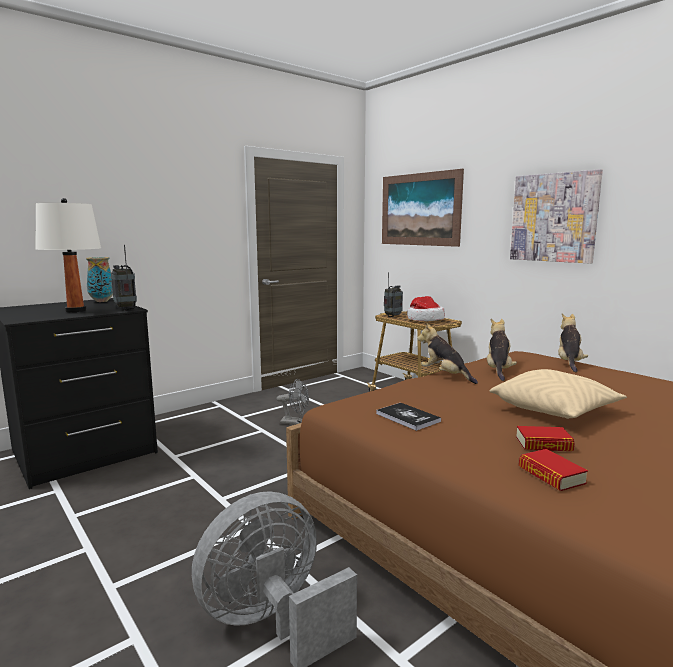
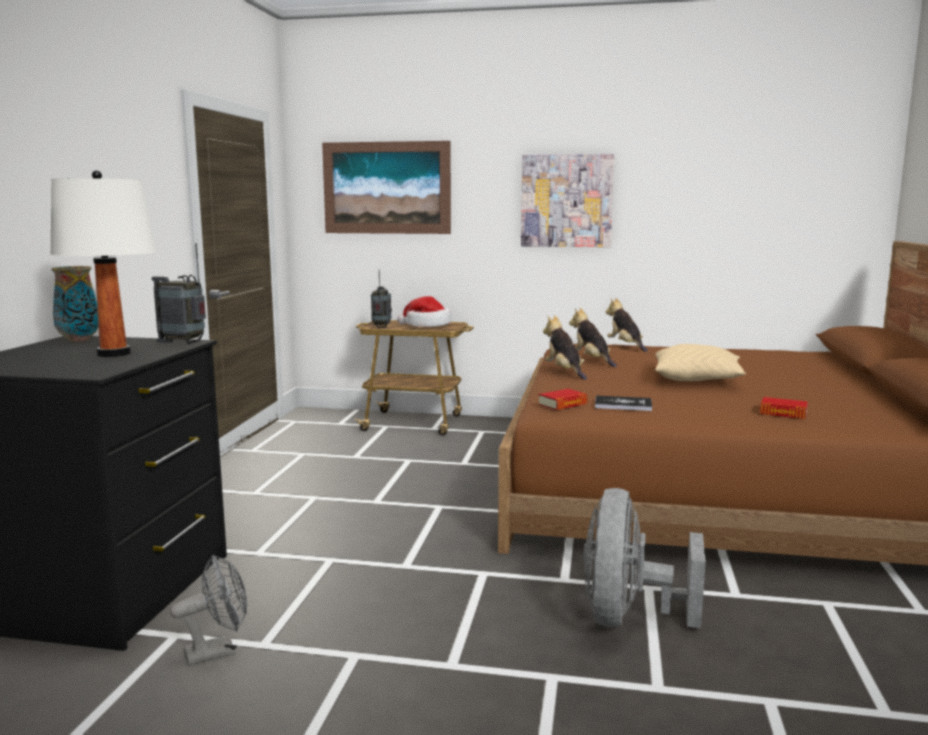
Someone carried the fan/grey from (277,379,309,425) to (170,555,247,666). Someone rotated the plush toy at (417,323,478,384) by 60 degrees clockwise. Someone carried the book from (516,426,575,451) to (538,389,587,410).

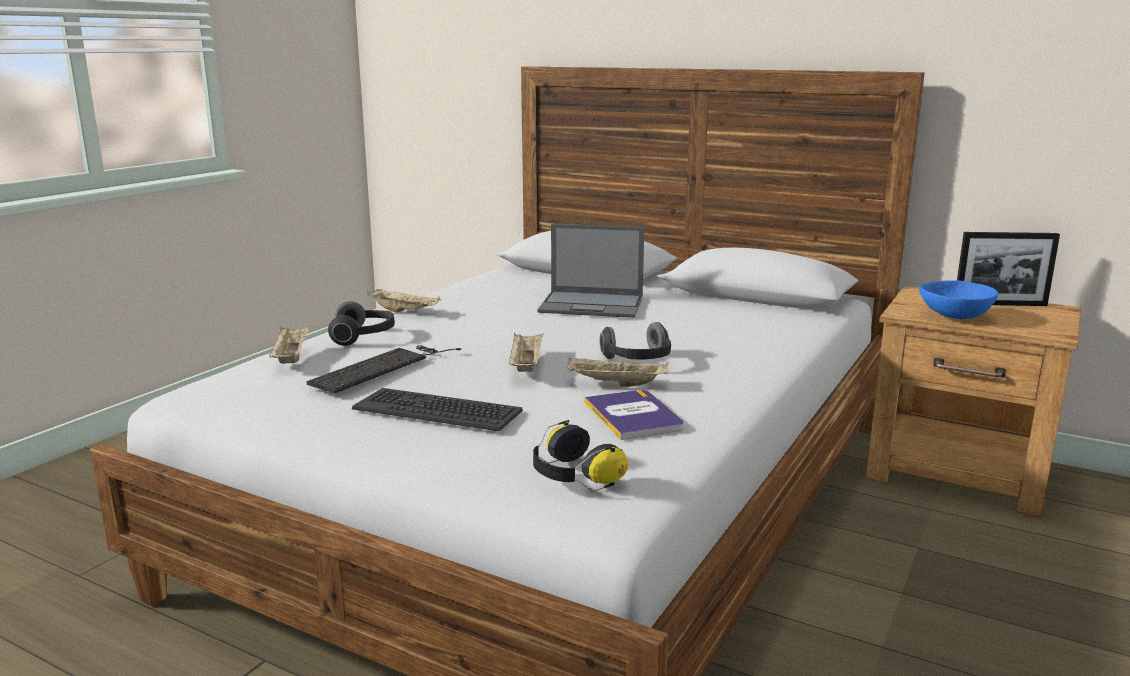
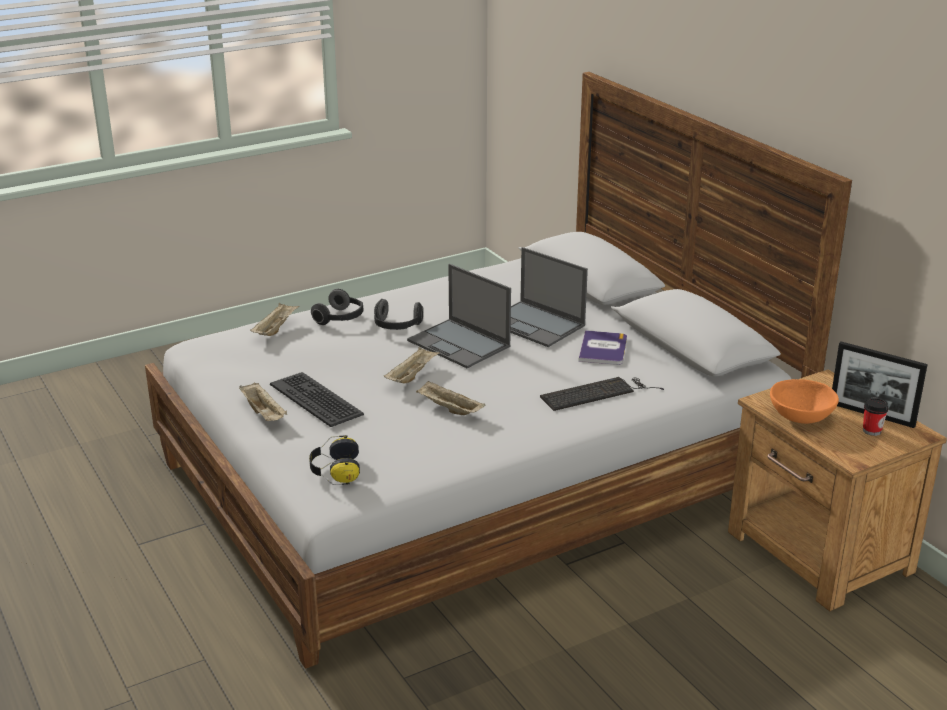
Someone carried the keyboard from (307,345,461,394) to (540,377,664,411). Someone carried the tray/beige from (366,289,441,312) to (239,383,287,421). Someone carried the book from (584,390,684,440) to (579,330,627,365). Someone carried the headphones from (599,322,671,360) to (374,299,424,330). Someone repainted the bowl/blue at (919,280,999,319), which became the bowl/orange at (770,379,839,424). Someone put down the laptop at (407,264,511,368). Someone put down the cup at (863,398,889,436).

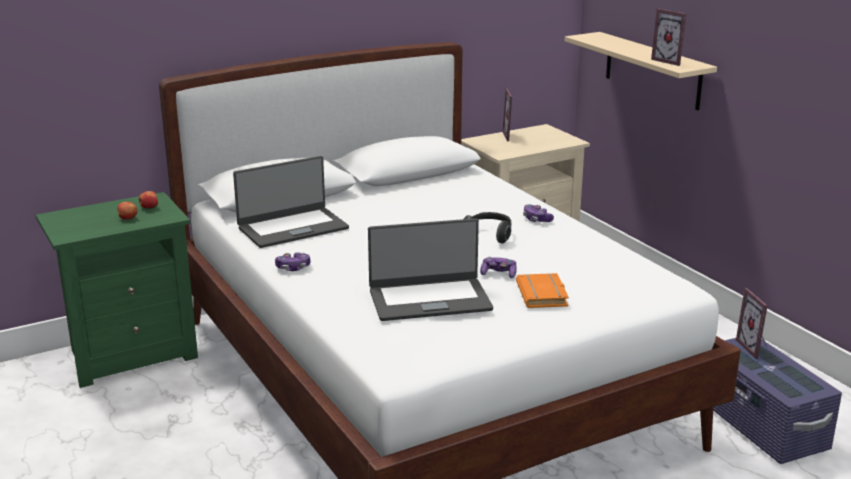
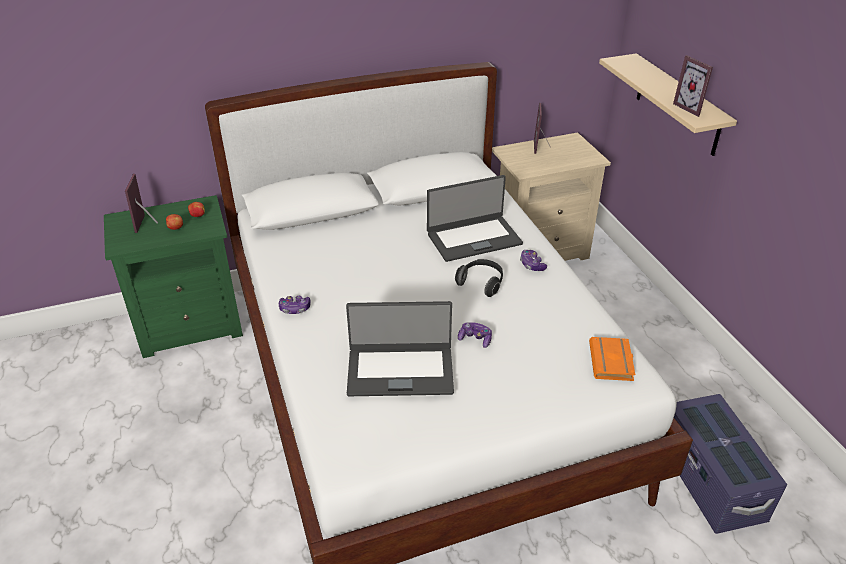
Someone carried the laptop from (233,156,349,248) to (427,175,523,262). Someone carried the book/orange from (516,273,569,308) to (589,337,635,381). Someone carried the picture frame from (736,288,768,359) to (125,174,158,233).

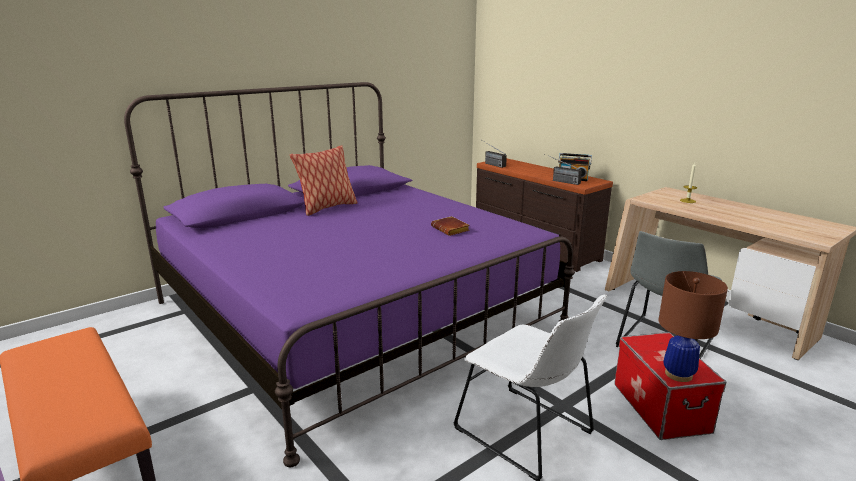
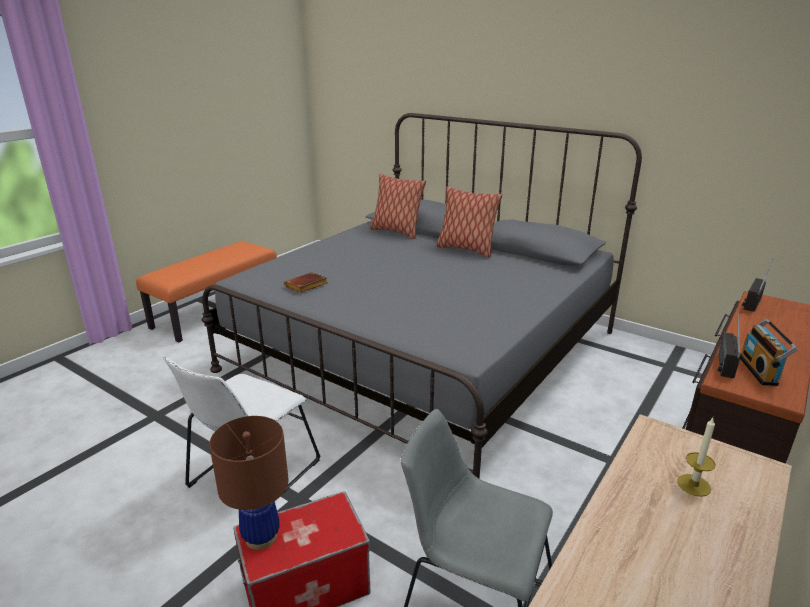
Someone repainted the bed/purple at (124,82,575,467), which became the bed/grey at (202,113,642,479). Someone carried the book/brown from (431,216,470,236) to (284,272,328,293). Someone put down the pillow at (370,174,426,239).

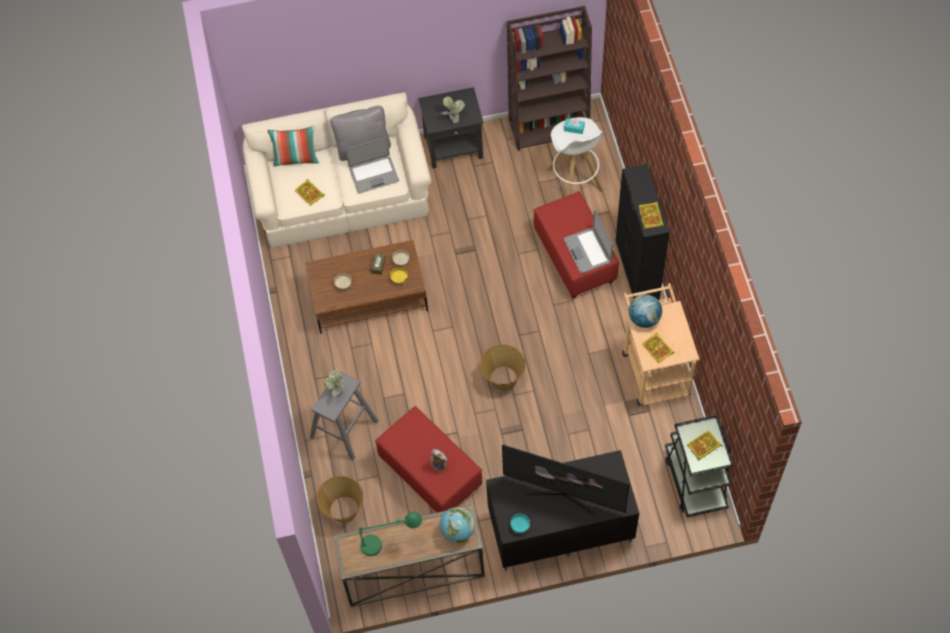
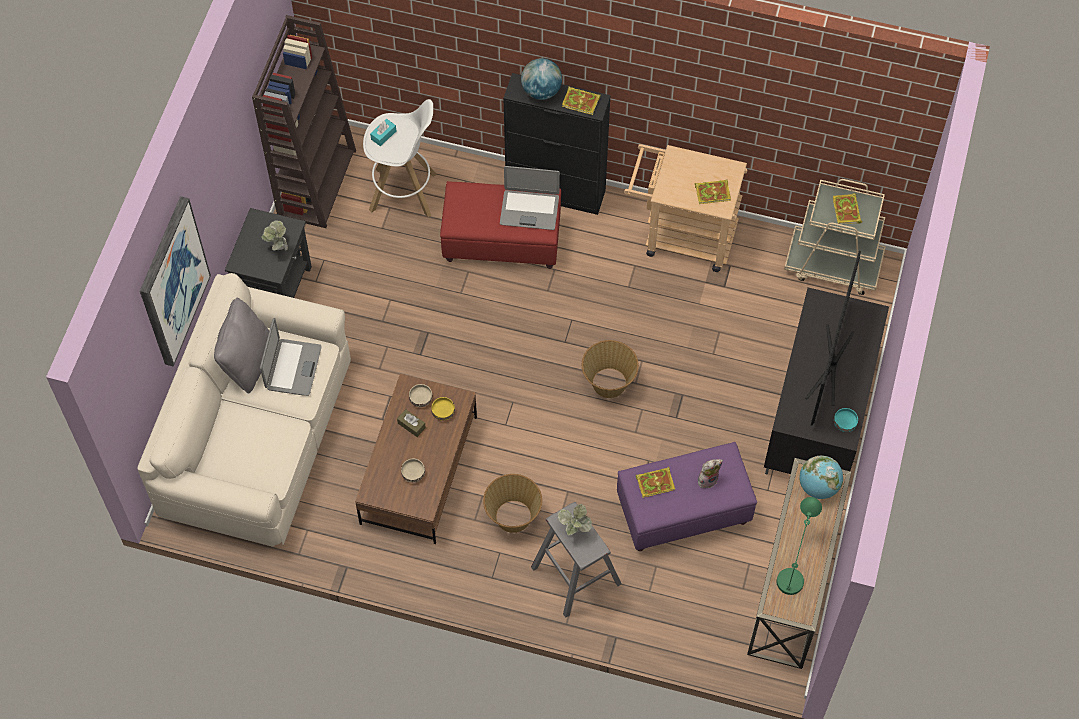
Someone took away the pillow at (267,126,319,167). Someone carried the book from (295,179,325,206) to (636,467,675,498). Someone carried the basket from (316,476,364,523) to (483,474,542,533). Someone repainted the ottoman/red at (375,406,482,512), which became the ottoman/purple at (617,442,757,551). Someone rotated the television at (502,445,630,517) by 150 degrees clockwise. Someone carried the globe from (629,294,662,328) to (521,58,562,100). Someone repainted the cart/black at (665,415,734,517), which became the cart/beige at (784,179,886,295). Someone put up the picture at (140,196,211,367).

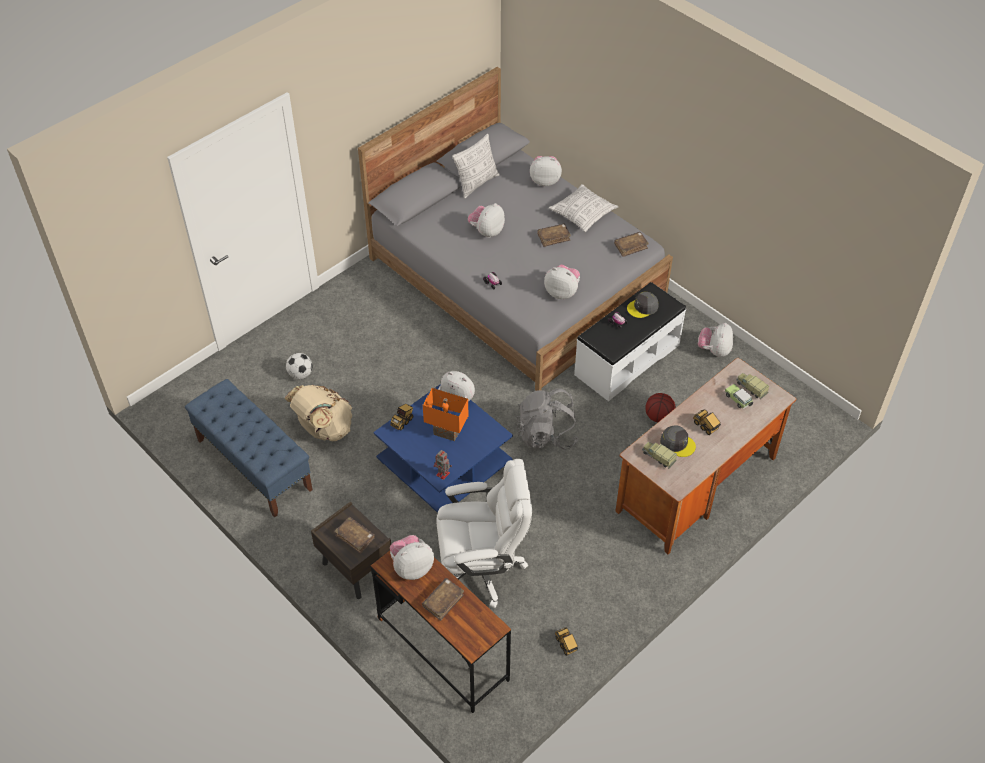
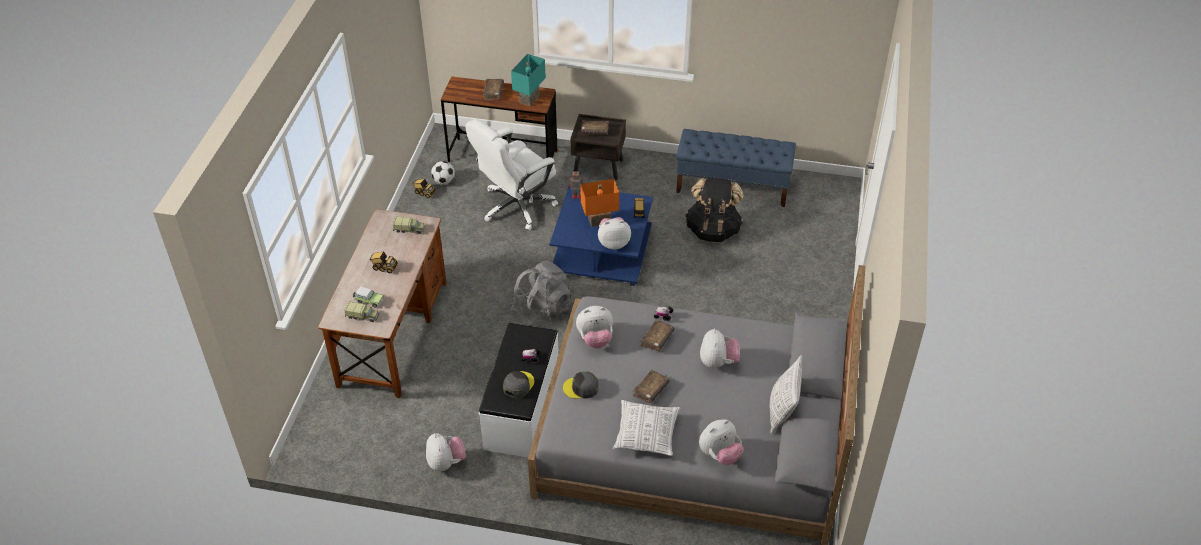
Someone repainted the backpack/beige at (284,385,352,441), which became the backpack/black at (686,177,743,242). Someone carried the football from (286,353,313,379) to (431,161,455,185). Someone swapped the plush toy at (390,535,434,580) for the table lamp/turquoise at (511,54,546,106). Someone carried the book/brown from (614,232,649,257) to (641,320,675,351). Someone took away the basketball at (645,393,676,422). Someone carried the cap/grey from (660,425,696,457) to (563,371,599,399).

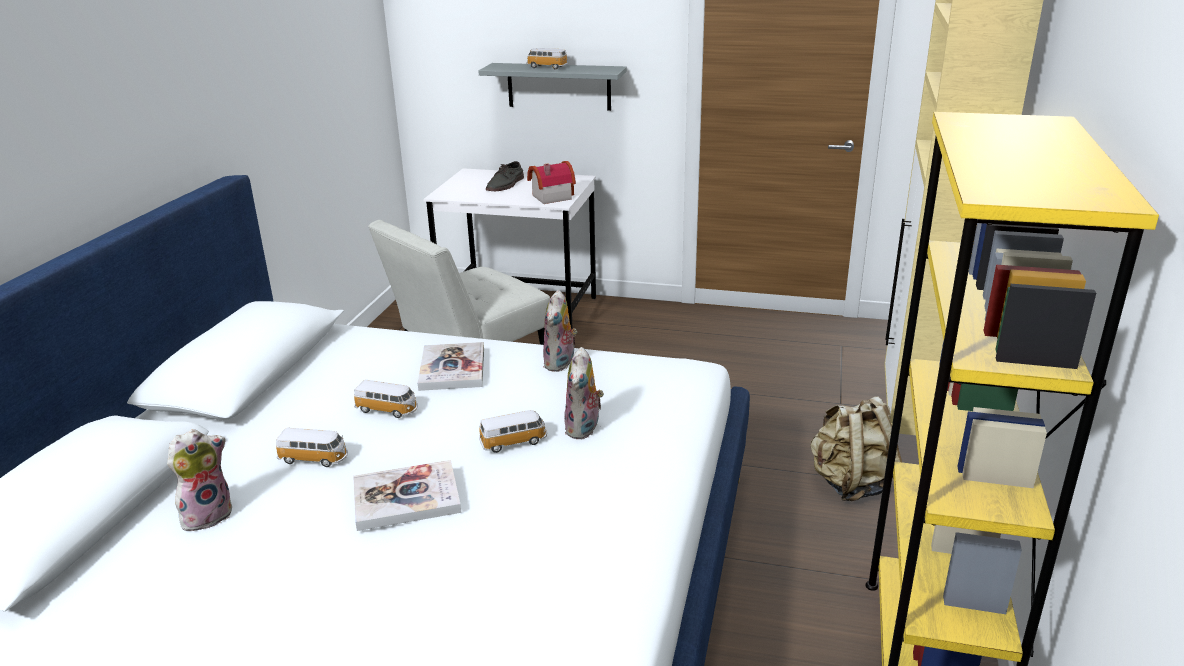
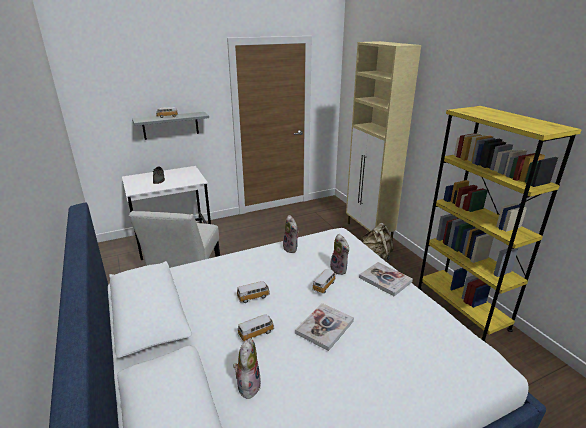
Someone carried the book from (418,342,484,391) to (359,262,413,296). Someone took away the toy house at (527,161,576,204).

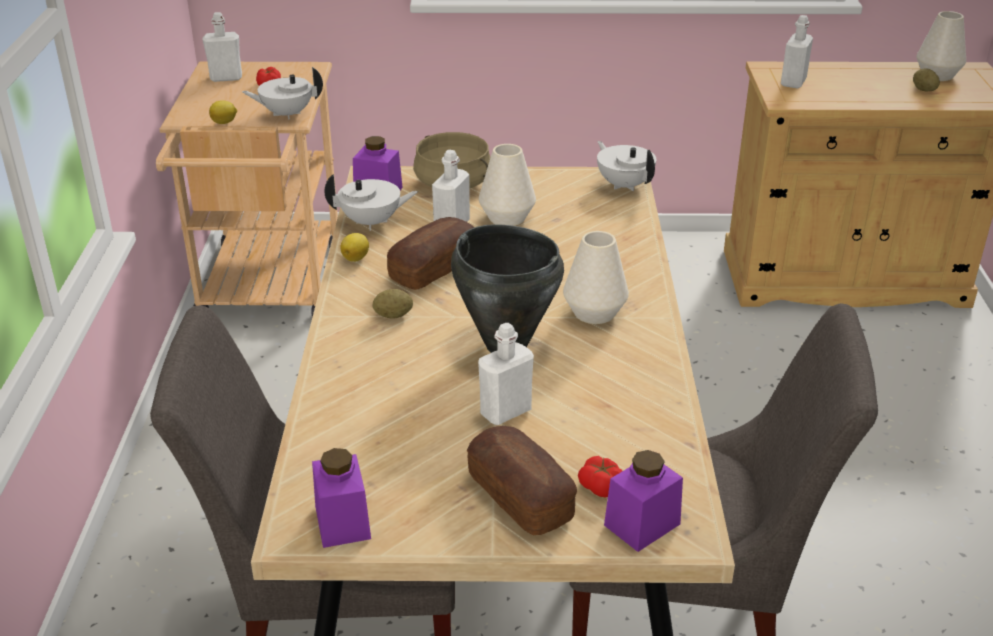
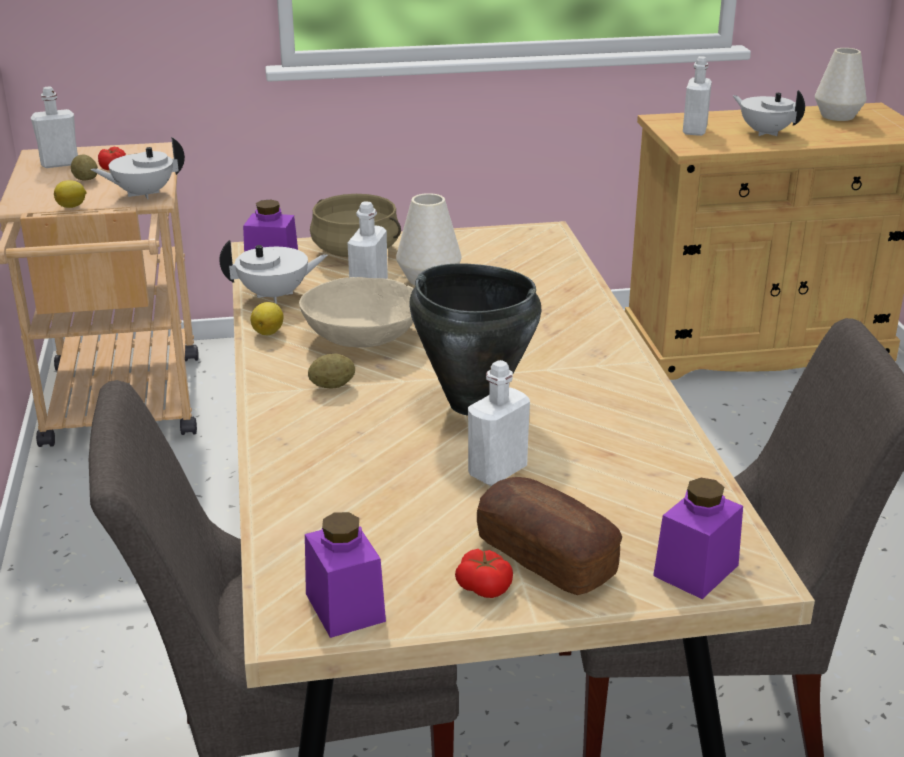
Someone swapped the bread at (387,217,474,290) for the bowl/beige at (299,277,414,348). Someone took away the vase/white at (563,231,629,324). Someone carried the tomato from (578,456,622,497) to (455,549,513,598). Someone carried the teapot/white from (597,141,656,191) to (732,90,805,136). Someone carried the potato from (913,68,940,91) to (71,155,98,181).

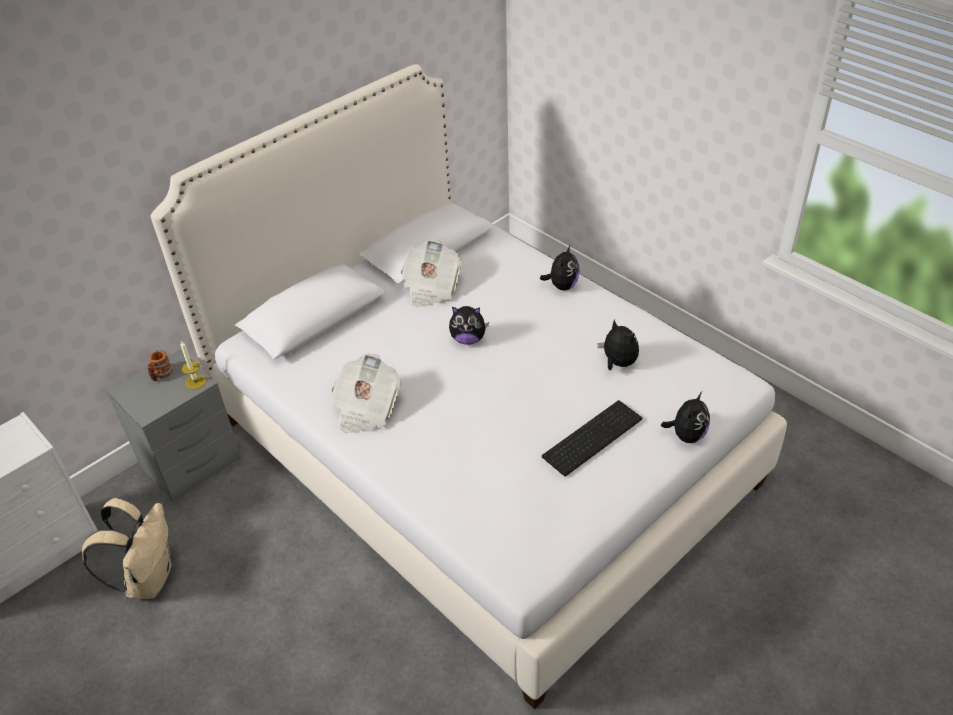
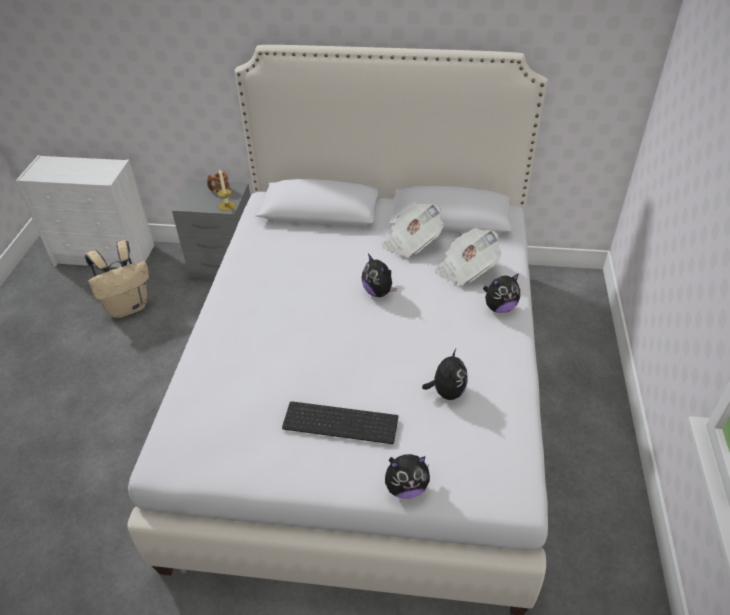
Someone carried the newspaper from (332,354,401,433) to (435,228,501,286).

